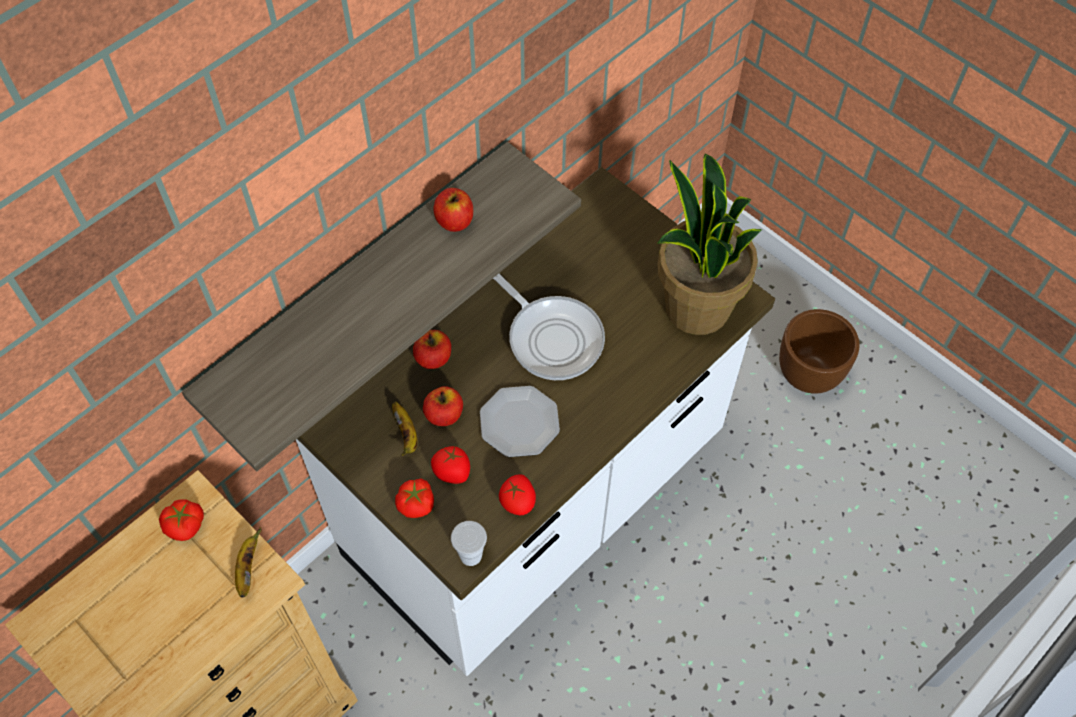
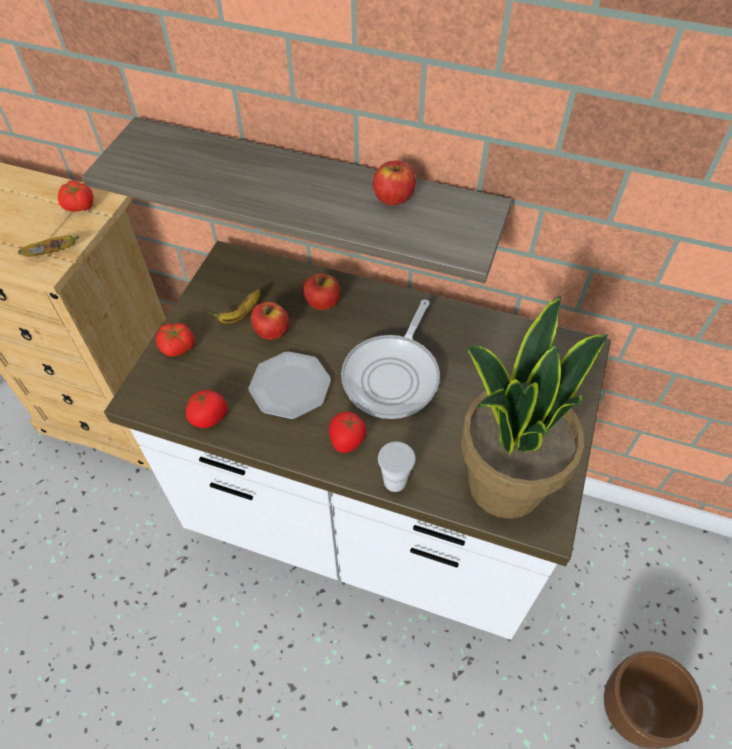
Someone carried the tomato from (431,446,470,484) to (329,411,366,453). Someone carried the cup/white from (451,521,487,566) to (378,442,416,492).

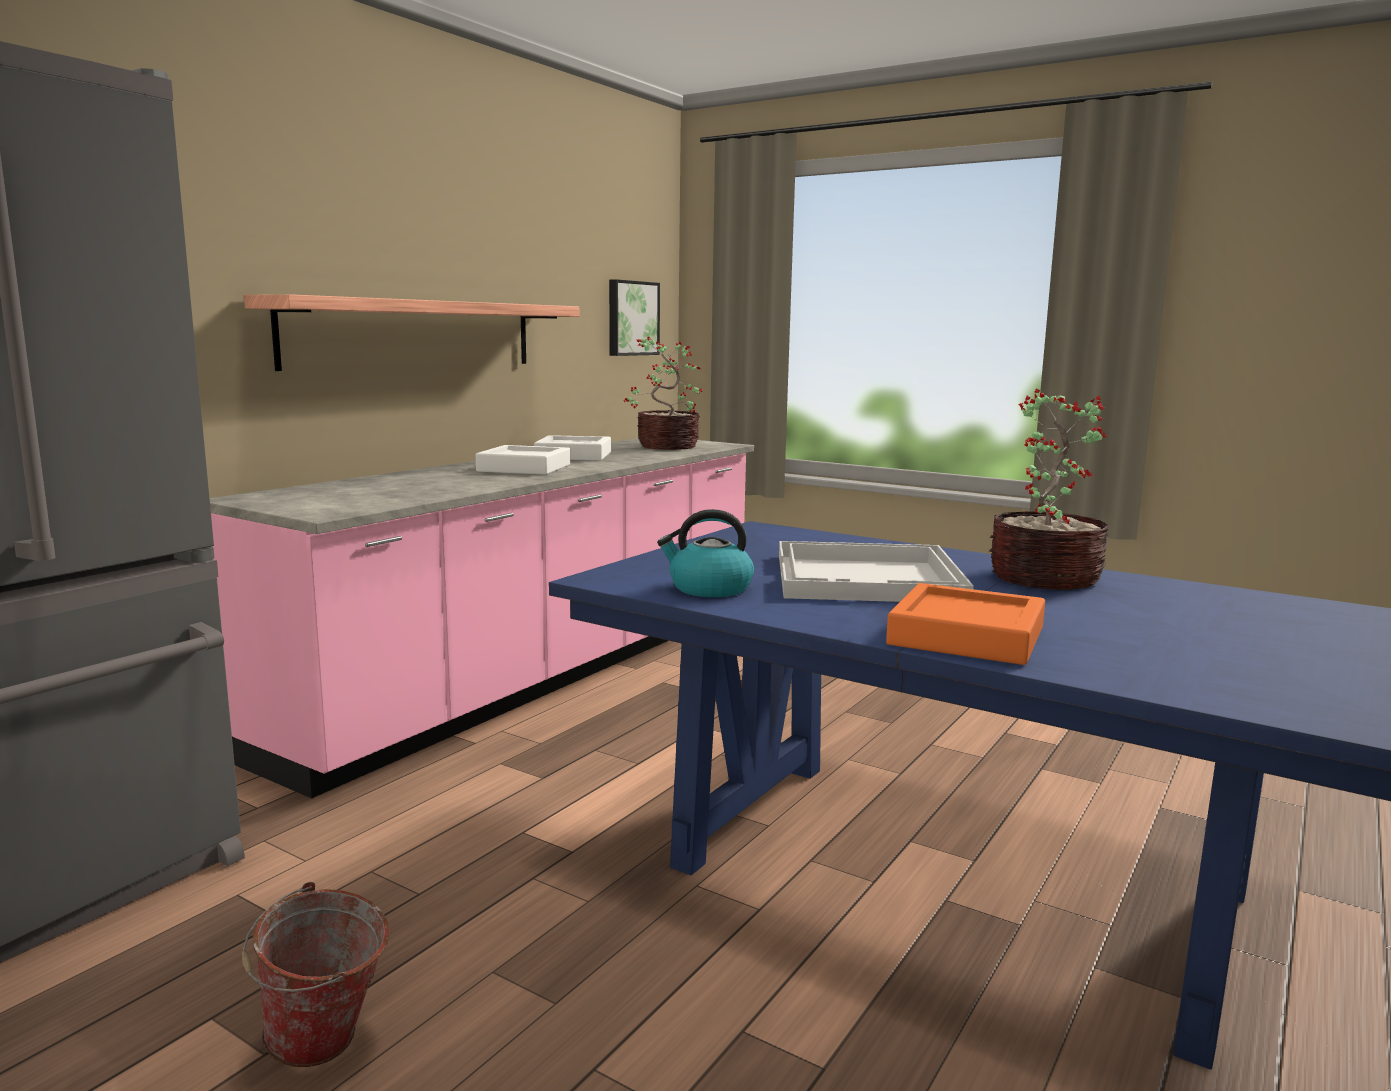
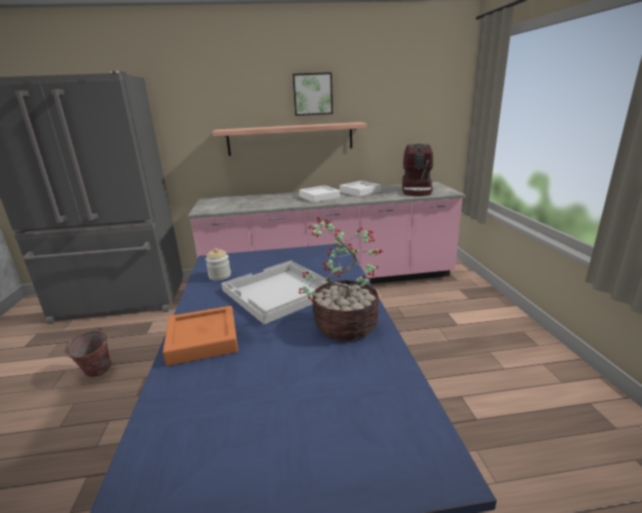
Someone carried the picture from (609,279,660,356) to (293,72,333,116). Someone swapped the potted plant at (623,336,702,450) for the coffee machine at (402,144,433,196). Someone swapped the kettle at (657,509,754,597) for the jar at (205,248,231,280).

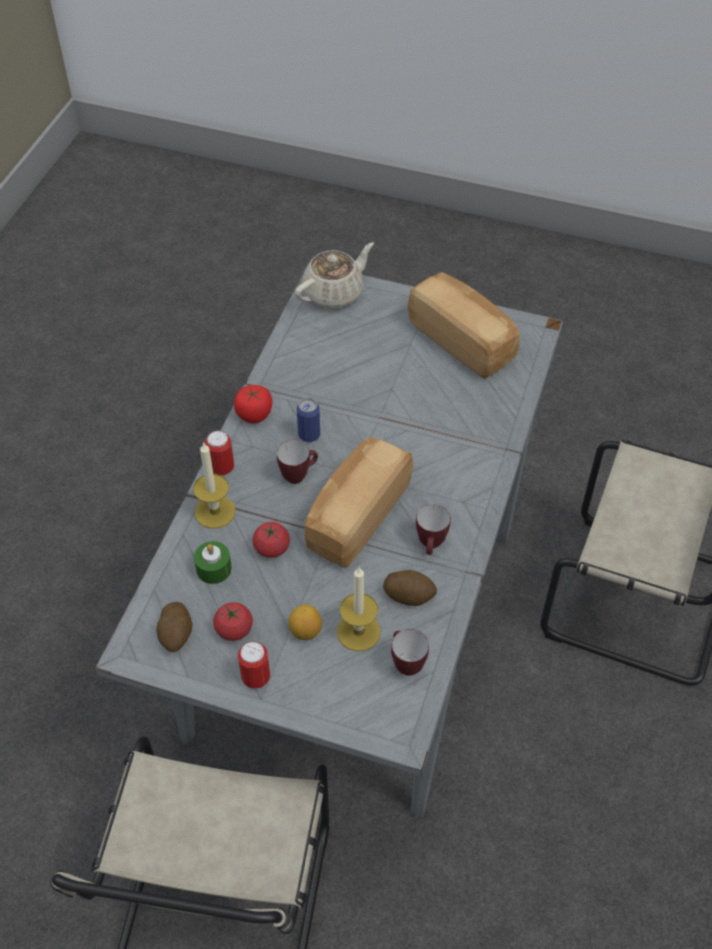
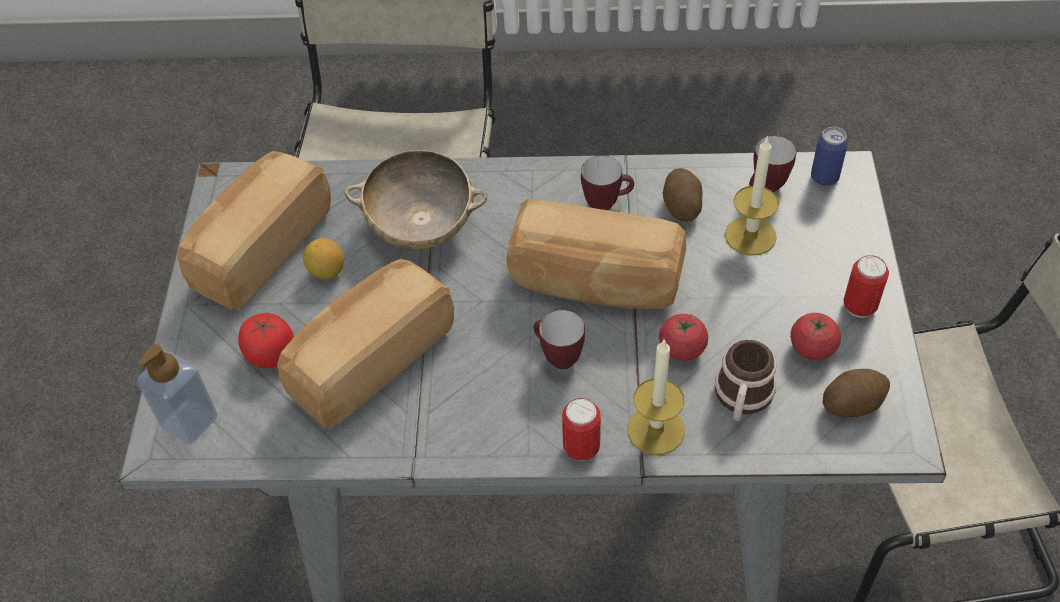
Someone swapped the candle/green at (194,541,232,584) for the mug at (715,340,776,421). Someone carried the tomato from (234,385,272,423) to (238,313,294,368). Someone carried the lemon from (288,605,322,640) to (303,238,344,279). Someone swapped the teapot/beige at (295,242,374,309) for the soap dispenser at (137,344,218,444). Someone carried the can from (297,398,320,442) to (811,127,848,186). Someone put down the bread at (277,259,454,428). Someone put down the bowl/beige at (345,150,488,249).

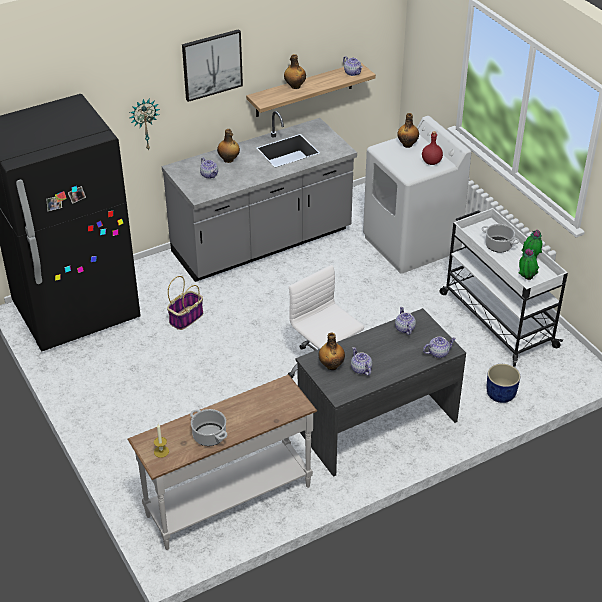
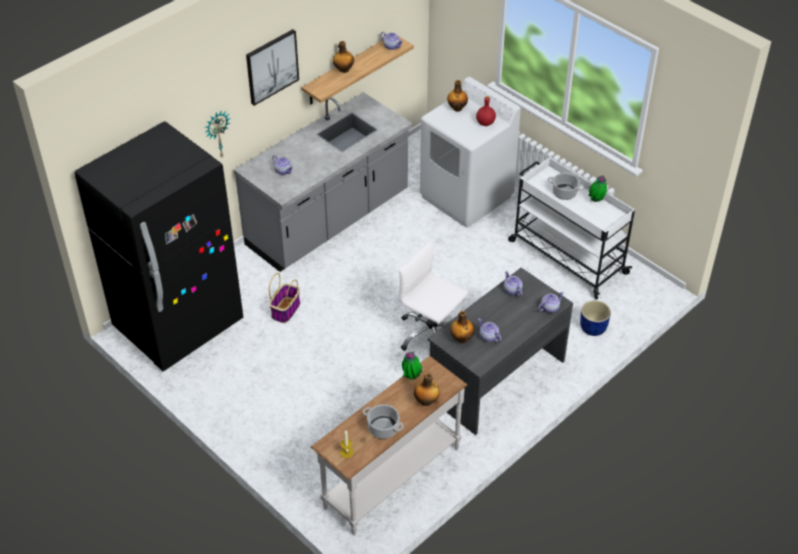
Someone carried the bottle from (217,129,240,163) to (414,373,440,406). Someone carried the potted plant from (518,248,539,280) to (402,352,423,380).

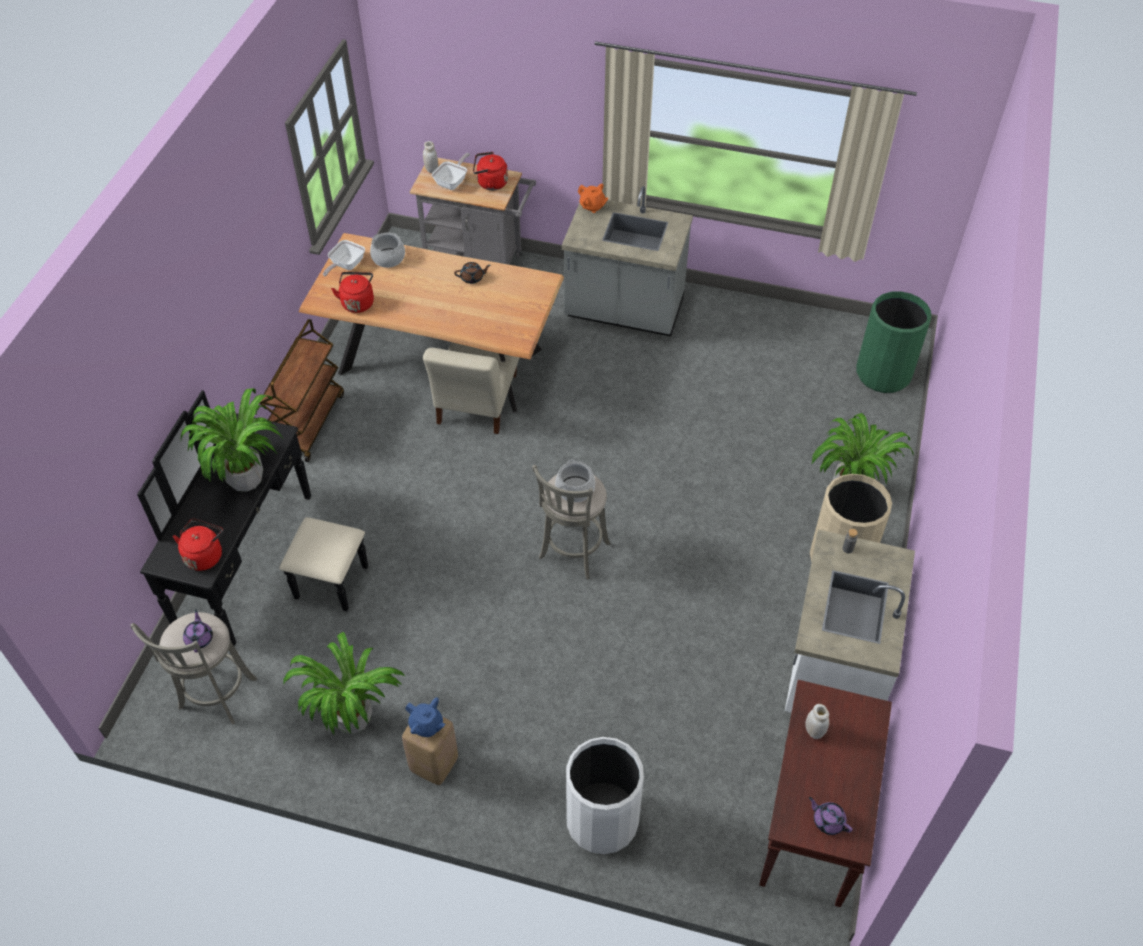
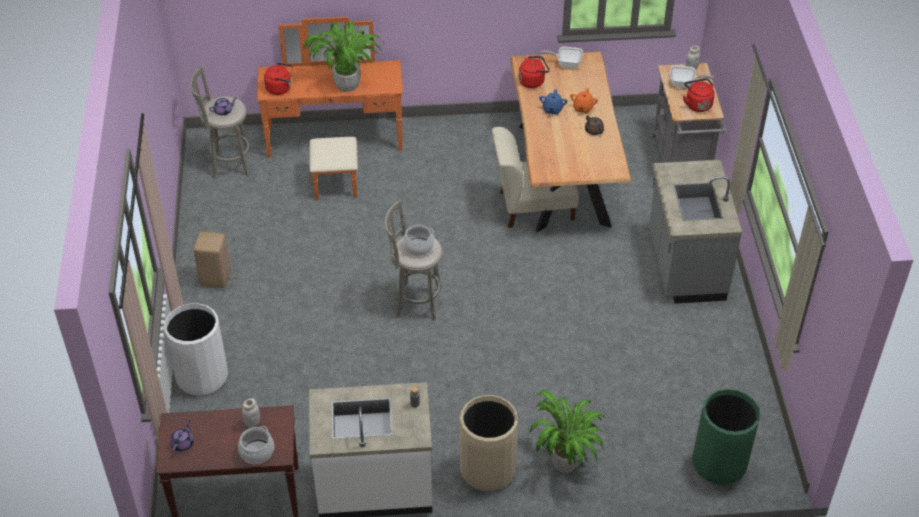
Someone repainted the dresser/black at (137,390,368,646), which became the dresser/orange at (257,17,403,200). Someone took away the cart/brown at (259,319,344,462). Someone took away the potted plant at (283,632,406,735). Someone carried the cooking pot from (370,232,405,268) to (238,426,274,464). Someone carried the teapot/blue from (405,697,445,737) to (539,89,568,115). Someone carried the teapot/orange from (578,184,609,213) to (570,88,598,114).

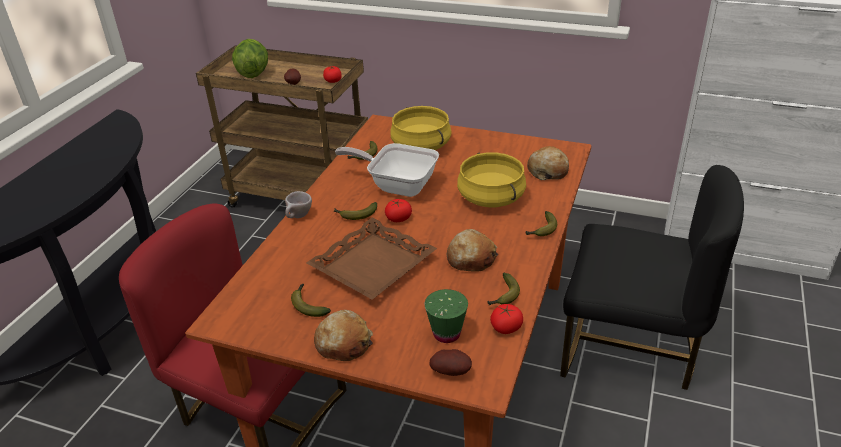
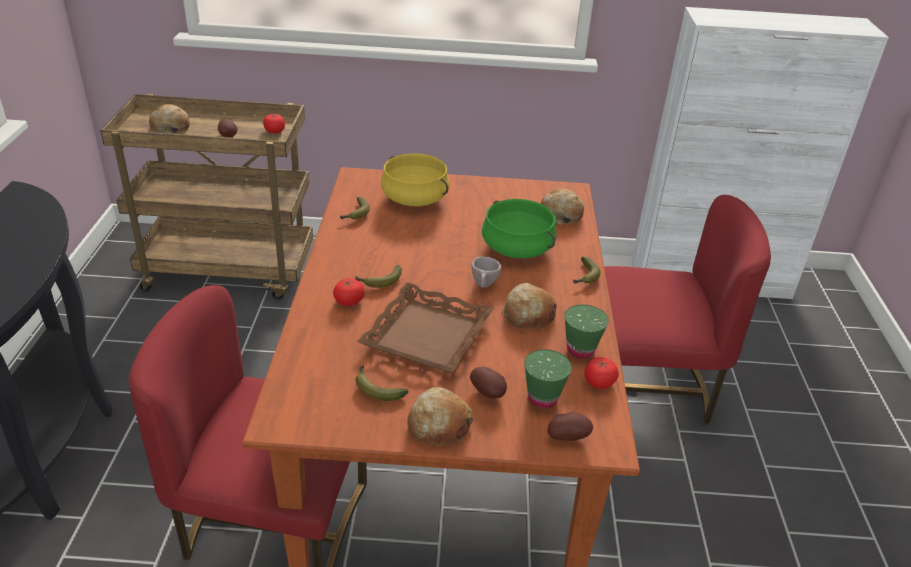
Someone swapped the lettuce at (232,39,268,78) for the bread at (149,104,190,134). Someone carried the cup/beige from (285,191,312,218) to (471,257,501,288). Someone took away the frying pan at (335,143,439,197). Someone carried the tomato from (385,199,412,222) to (333,278,365,306). Someone repainted the cooking pot/yellow at (457,152,526,207), which became the cooking pot/green at (482,199,556,259). Someone swapped the banana at (488,273,520,305) for the cup/green at (565,305,609,359). Someone repainted the chair/black at (560,165,744,390), which became the chair/red at (604,195,771,424). Someone put down the potato at (470,367,507,399).

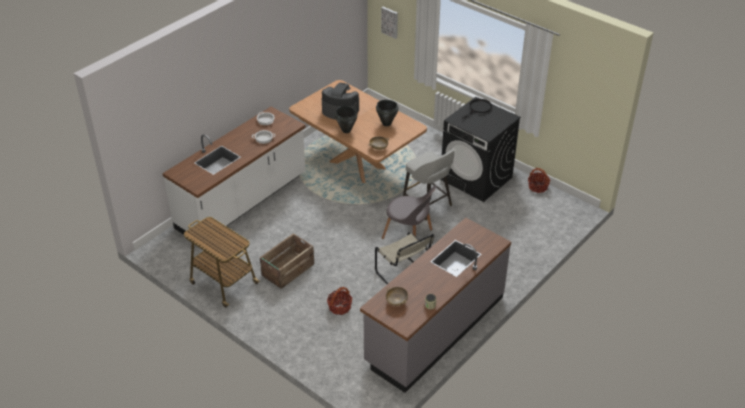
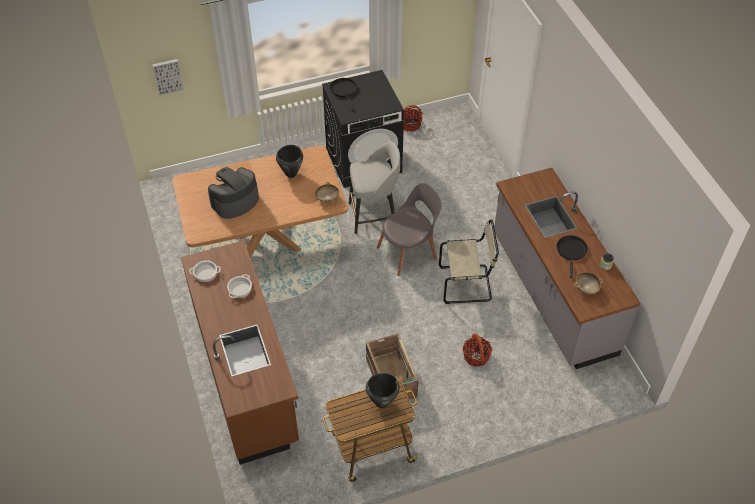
Someone repainted the counter/white at (163,107,306,235), which became the counter/brown at (181,240,299,465). Someone carried the cooking pot/black from (335,106,357,133) to (366,373,400,408). Someone put down the frying pan/black at (557,236,588,278).

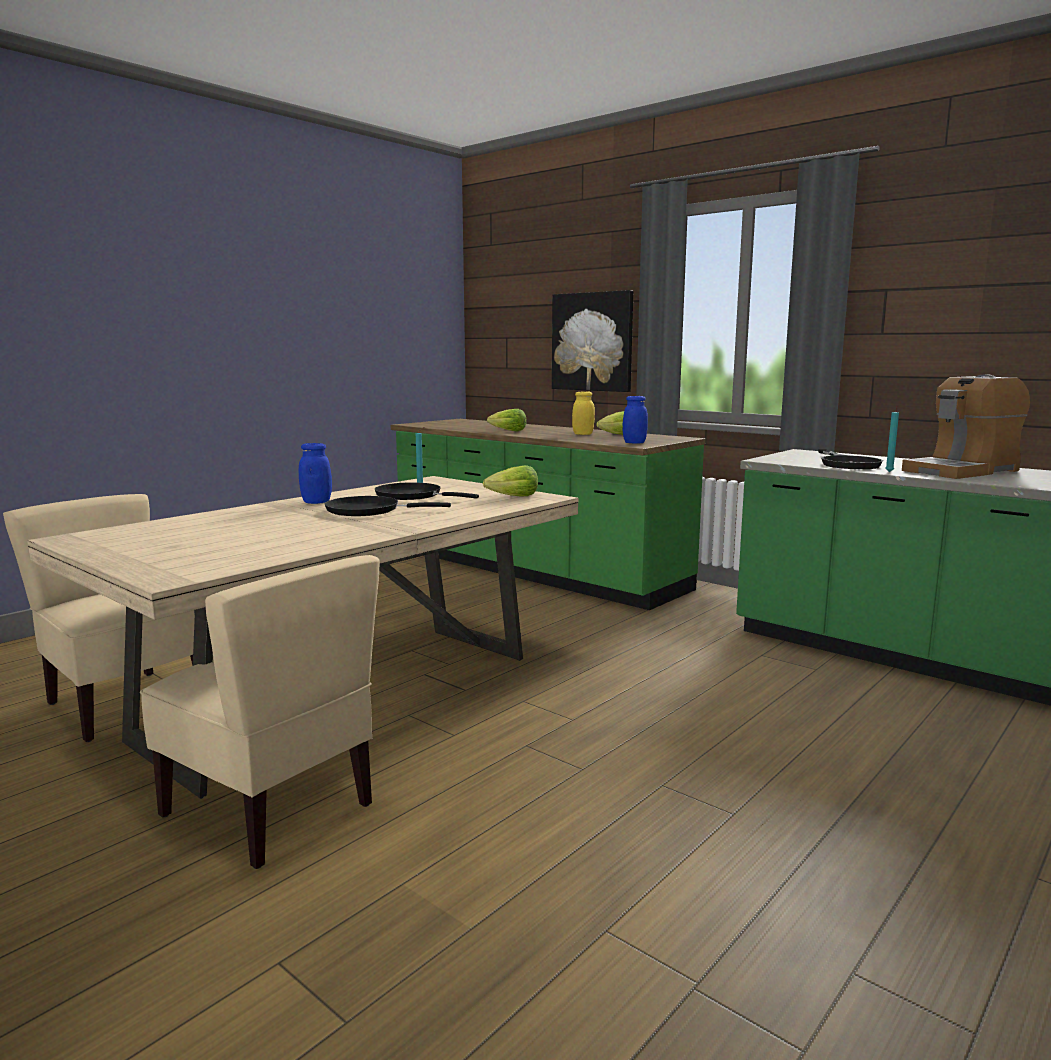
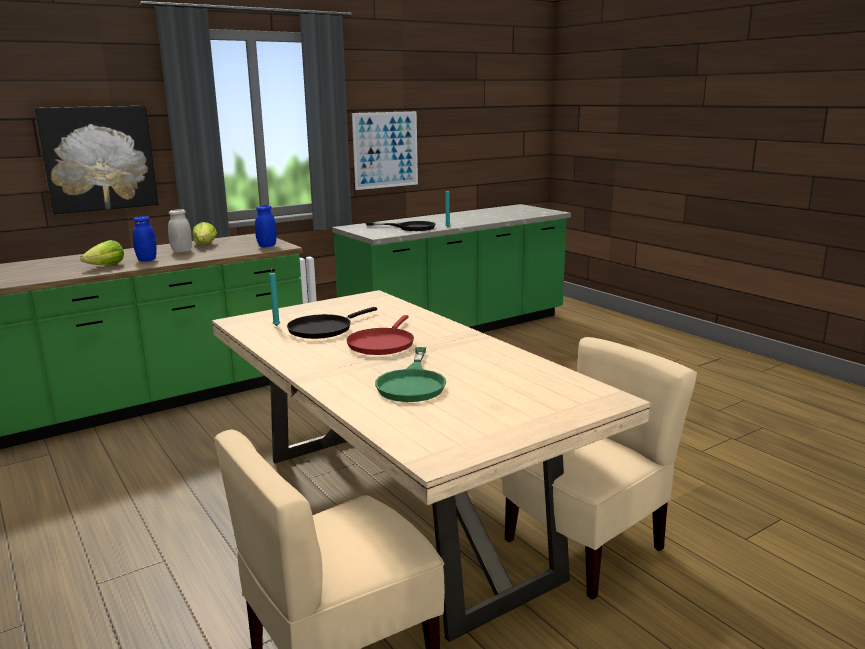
Someone carried the jar/blue from (299,443,332,504) to (133,216,157,262). Someone repainted the frying pan/black at (325,496,451,516), which became the frying pan/red at (346,315,414,355). Someone took away the lettuce at (483,465,538,496). Someone repainted the jar/yellow at (572,391,595,435), which became the jar/white at (168,209,192,253). Someone took away the coffee machine at (902,374,1030,479). Someone put up the picture at (352,111,418,190). Someone put down the frying pan/green at (375,347,446,402).

